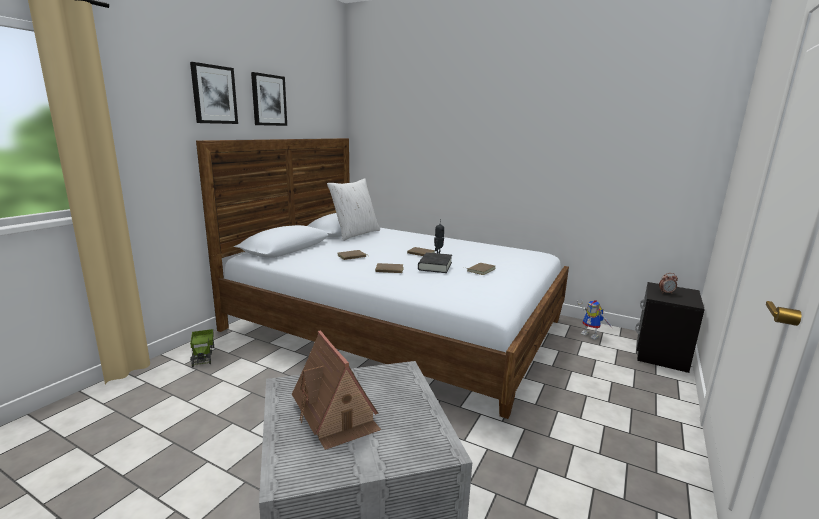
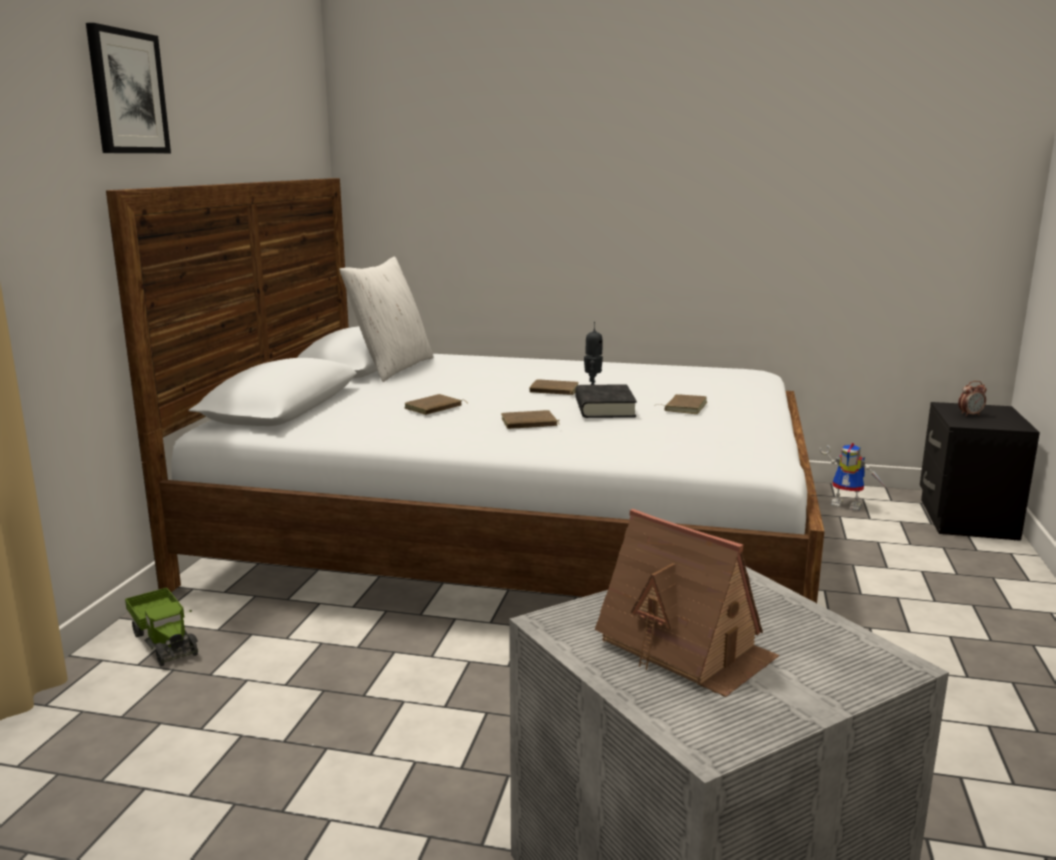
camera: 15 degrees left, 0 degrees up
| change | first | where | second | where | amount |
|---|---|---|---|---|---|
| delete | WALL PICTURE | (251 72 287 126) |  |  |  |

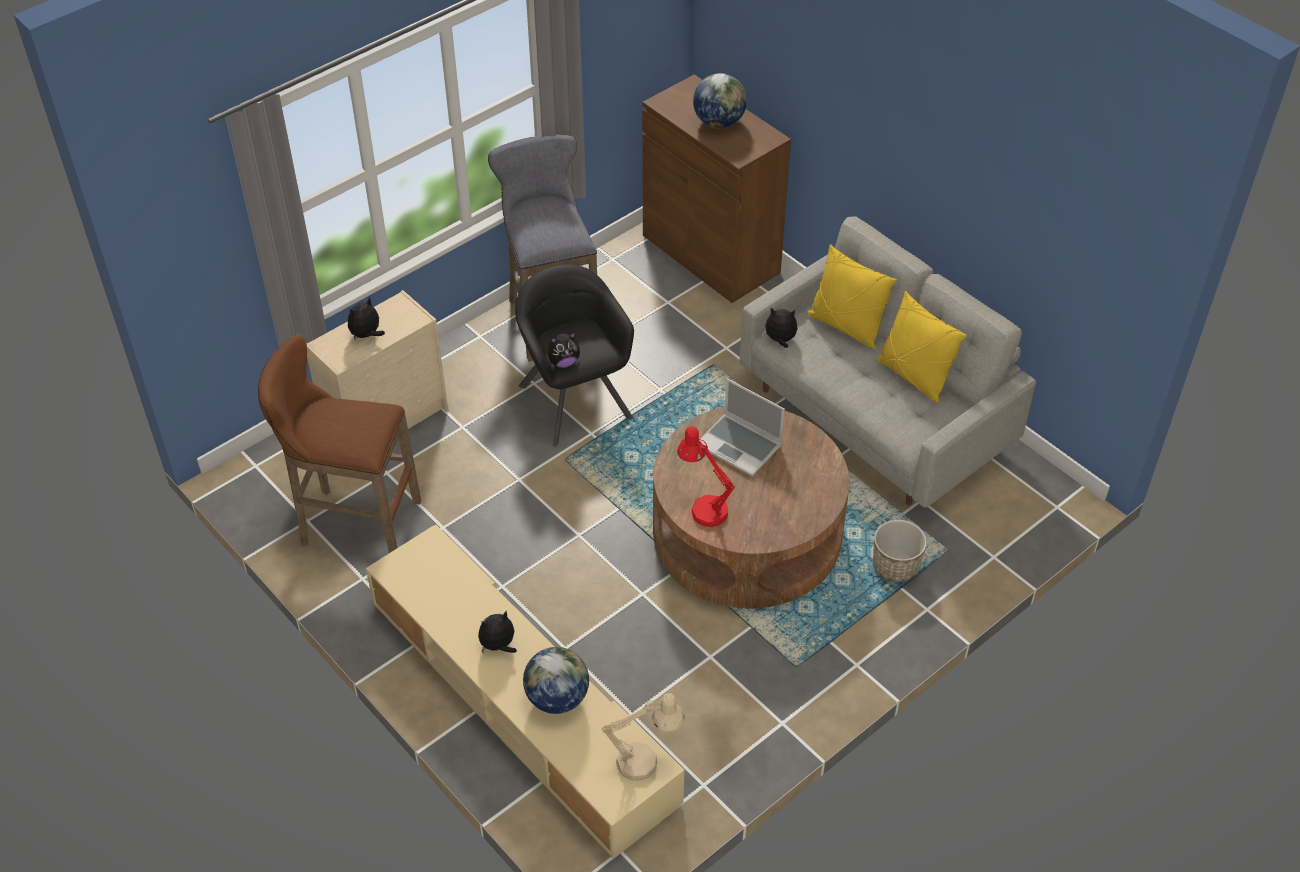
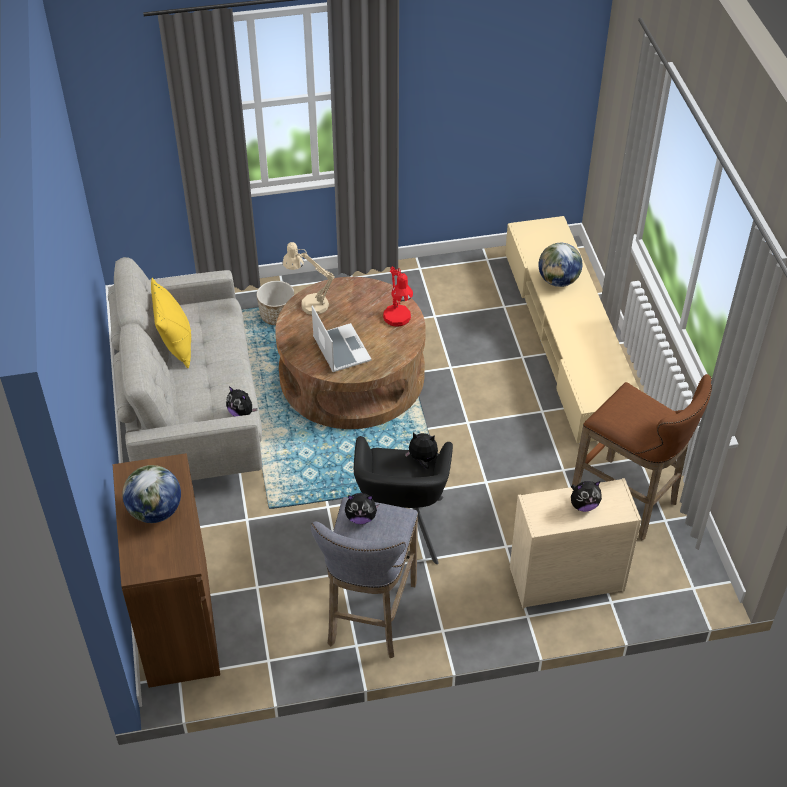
camera: 150 degrees left, 0 degrees up
| change | first | where | second | where | amount |
|---|---|---|---|---|---|
| delete | YELLOWISH PILLOW | (807 245 897 349) |  |  |  |
| move | PLUSH TOY | (478 610 517 653) |  | (345 493 380 524) |  |
| move | SAND-COLOURED TABLE LAMP | (602 693 684 781) |  | (282 242 335 315) |  |

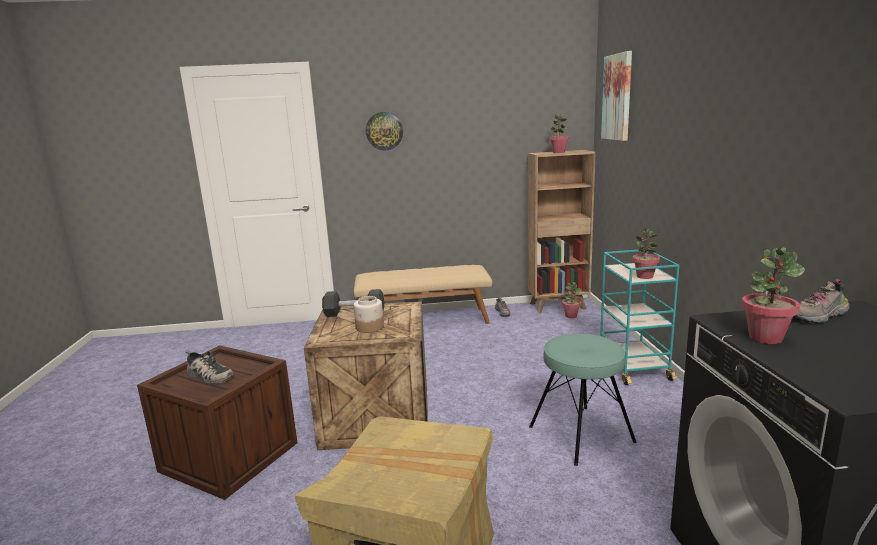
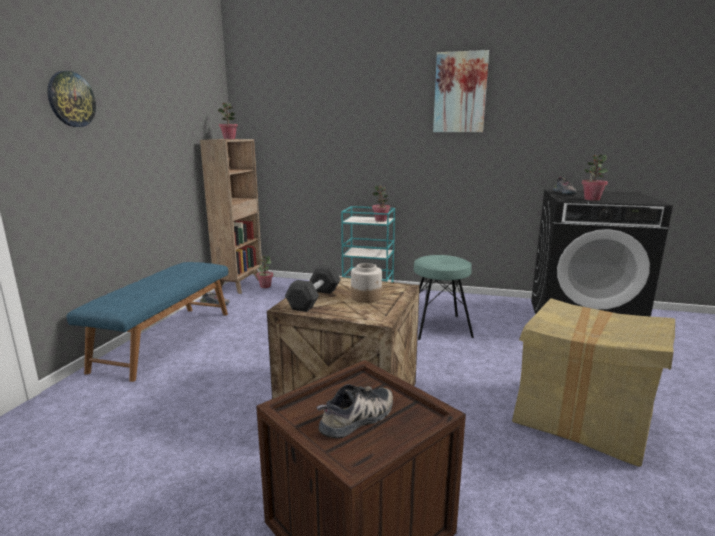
camera: 70 degrees left, 0 degrees up
| change | first | where | second | where | amount |
|---|---|---|---|---|---|
| move | WALL PICTURE | (601 51 632 141) |  | (433 50 489 132) |  |
| recolor | SAND-COLOURED INDOOR BENCH | (354 265 492 324) | BLUE INDOOR BENCH | (66 262 228 382) |  |

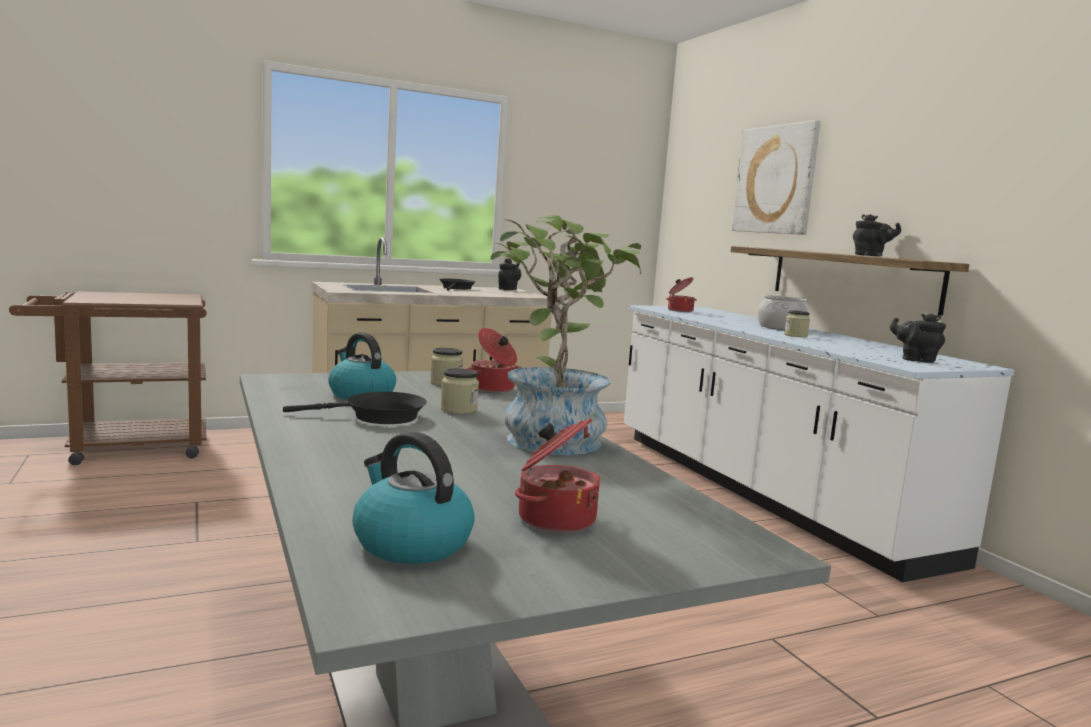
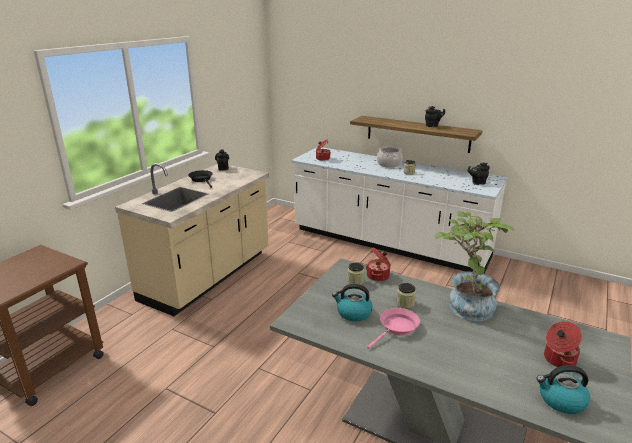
camera: 35 degrees left, 15 degrees up
| change | first | where | second | where | amount |
|---|---|---|---|---|---|
| delete | WALL PICTURE | (732 120 821 235) |  |  |  |
| recolor | BLACK PAN | (283 392 427 424) | PINKISH PAN | (367 308 420 349) |  |

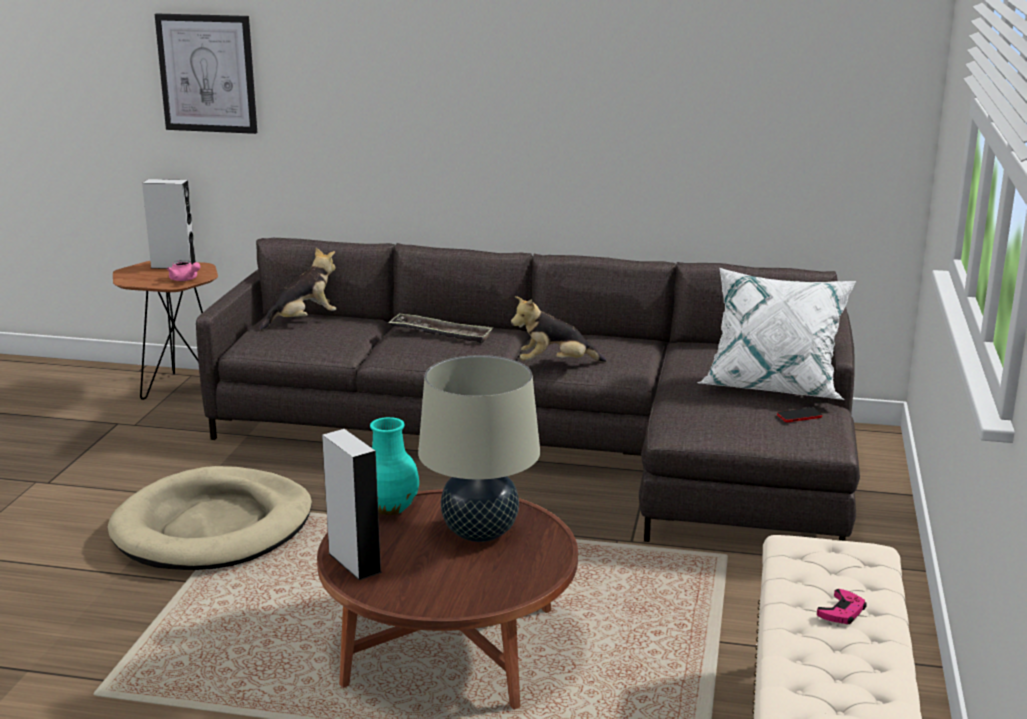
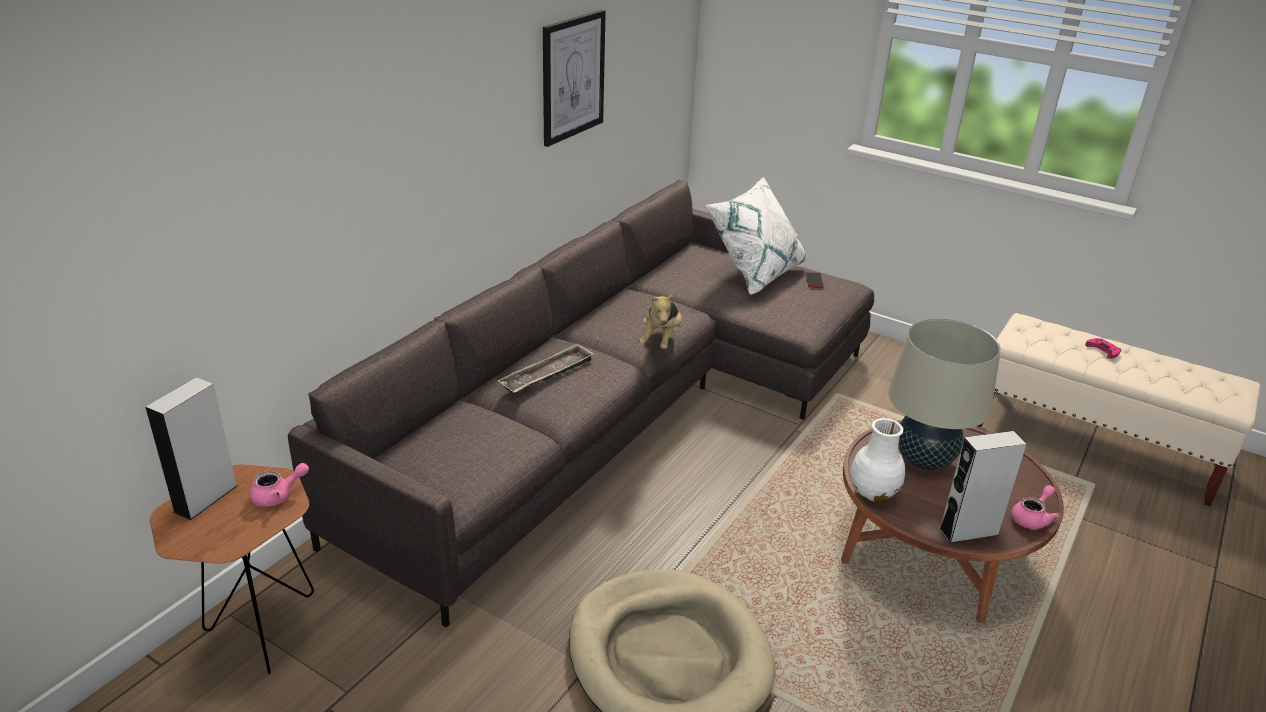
camera: 70 degrees left, 10 degrees up
| change | first | where | second | where | amount |
|---|---|---|---|---|---|
| move | WALL PICTURE | (155 14 257 134) |  | (543 10 606 147) |  |
| delete | PLUSH TOY | (260 248 337 331) |  |  |  |
| recolor | TURQUOISE DECORATIVE VASE | (370 417 419 515) | WHITE DECORATIVE VASE | (851 418 905 502) |  |
| insert |  |  | PINKISH TEA POT | (1011 485 1060 529) |  |

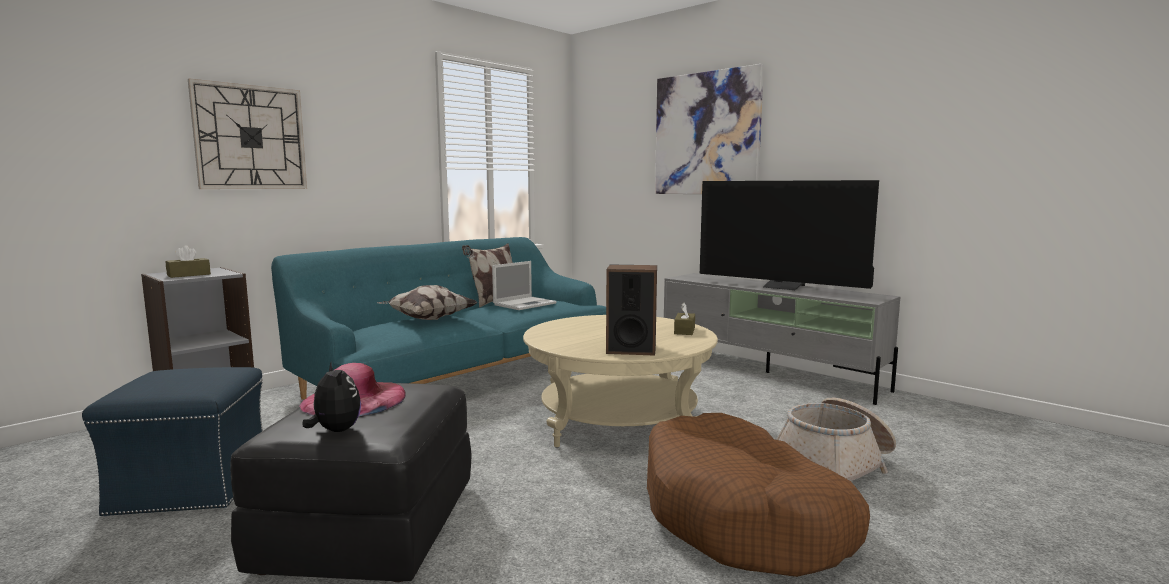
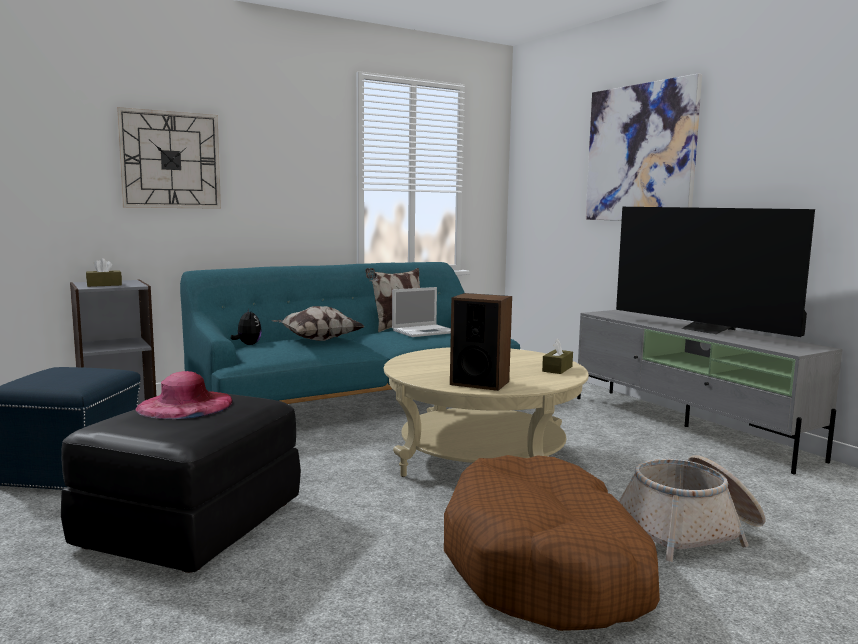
camera: 15 degrees right, 0 degrees up
| change | first | where | second | where | amount |
|---|---|---|---|---|---|
| move | PLUSH TOY | (302 363 361 432) |  | (231 308 262 345) |  |

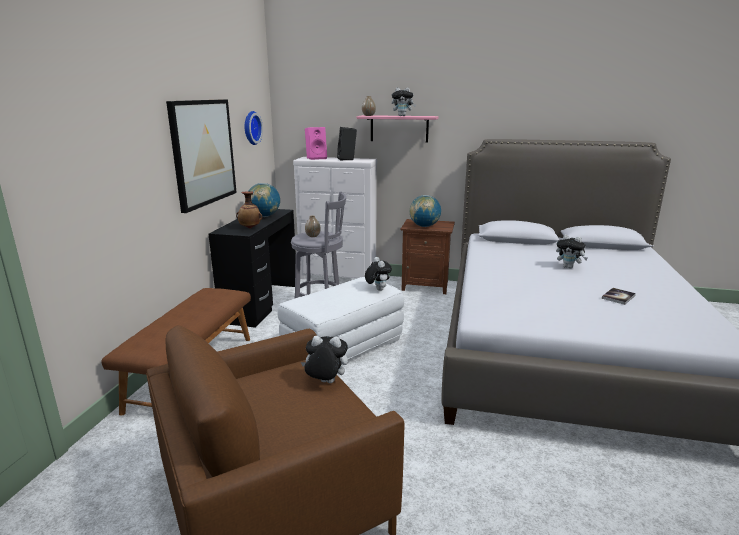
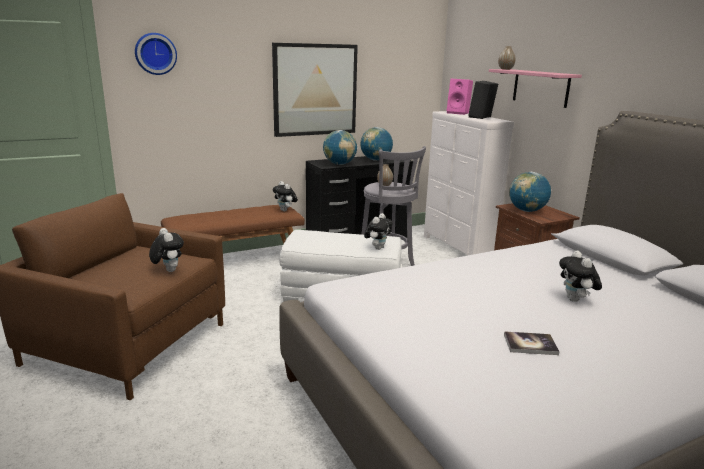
camera: 50 degrees right, 0 degrees up
| change | first | where | second | where | amount |
|---|---|---|---|---|---|
| move | PLUSH TOY | (391 87 416 116) |  | (273 181 298 212) |  |
| move | WALL CLOCK | (245 111 263 145) |  | (135 33 177 75) |  |
| replace | DECORATIVE VASE | (236 191 262 229) | WORLD GLOBE | (323 130 357 165) |  |

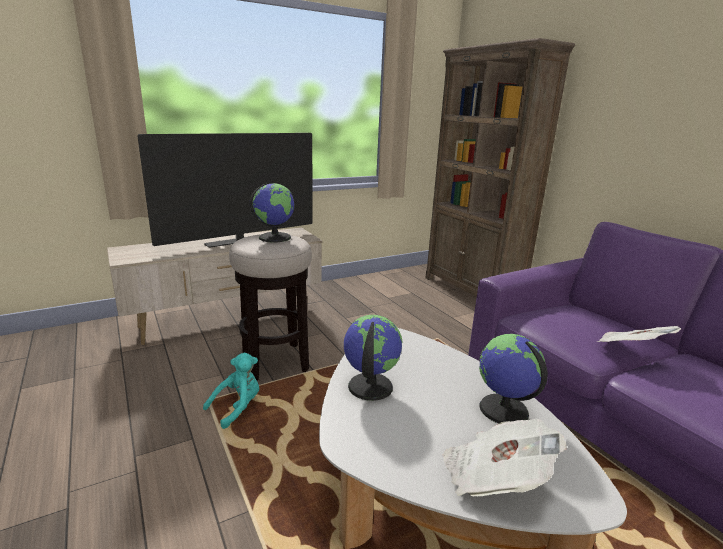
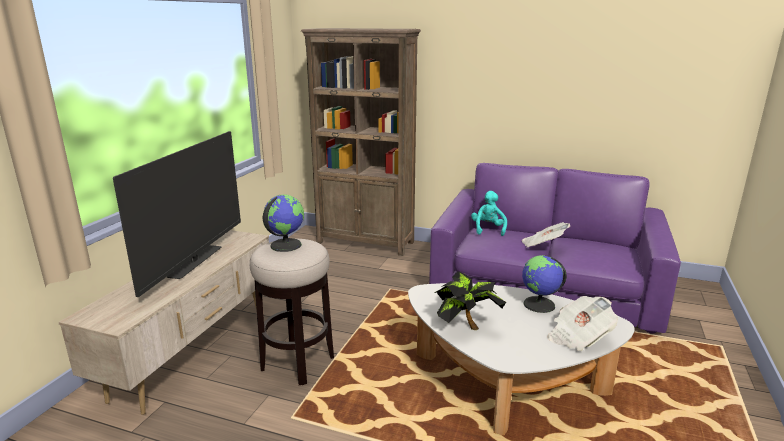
camera: 40 degrees left, 0 degrees up
| change | first | where | second | where | amount |
|---|---|---|---|---|---|
| replace | WORLD GLOBE | (344 315 403 401) | HOUSEPLANT | (434 271 506 330) |  |
| move | TURQUOISE PLUSH TOY | (203 353 259 429) |  | (471 191 507 236) |  |

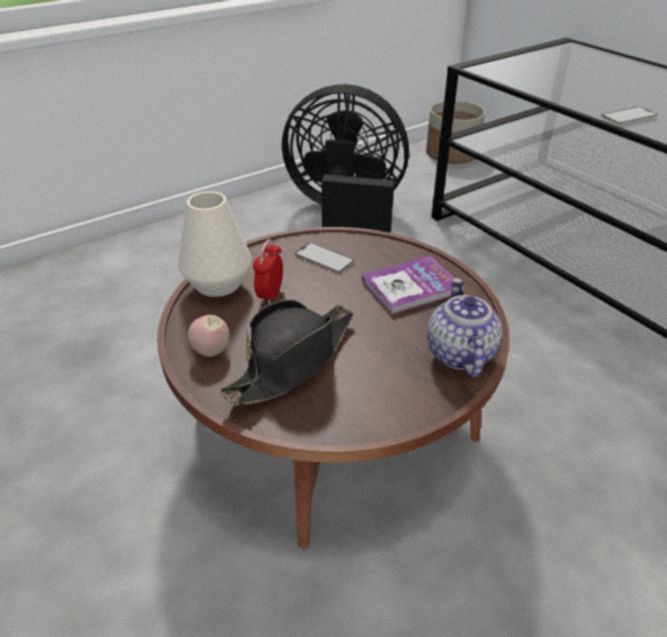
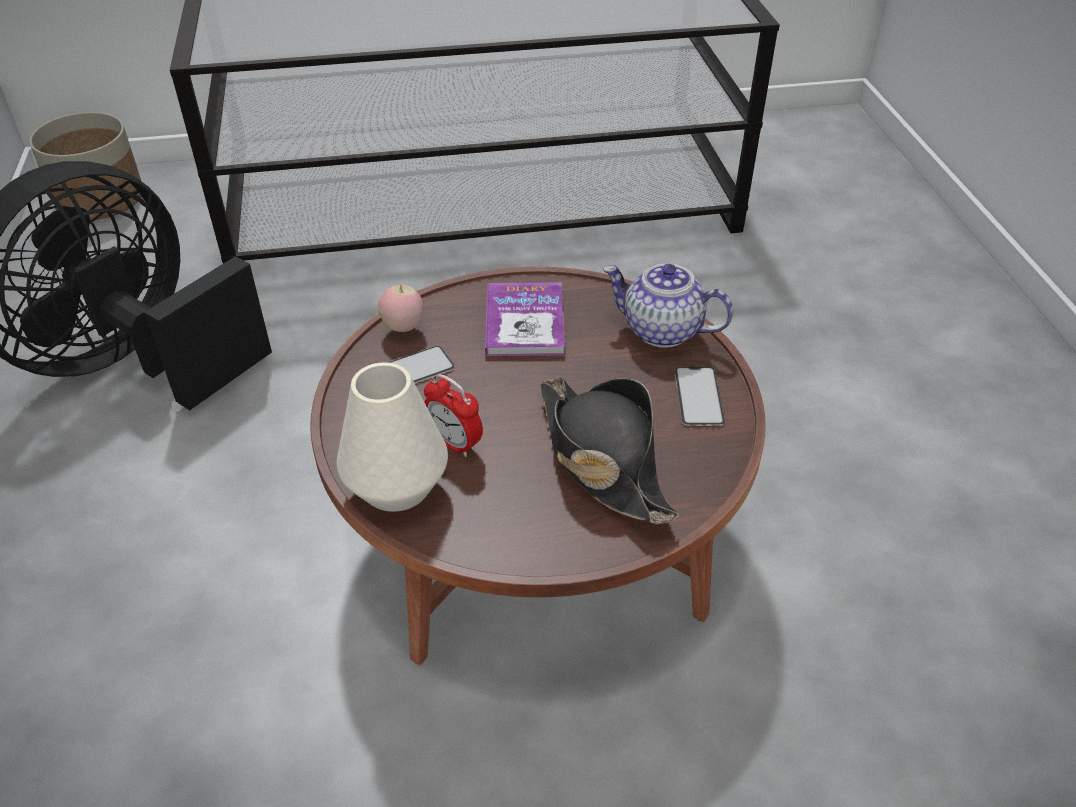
camera: 65 degrees left, 5 degrees up
| change | first | where | second | where | amount |
|---|---|---|---|---|---|
| move | PHONE | (601 107 658 124) |  | (675 367 725 426) |  |
| move | WHOLE APPLE | (188 315 229 357) |  | (378 284 423 332) |  |

